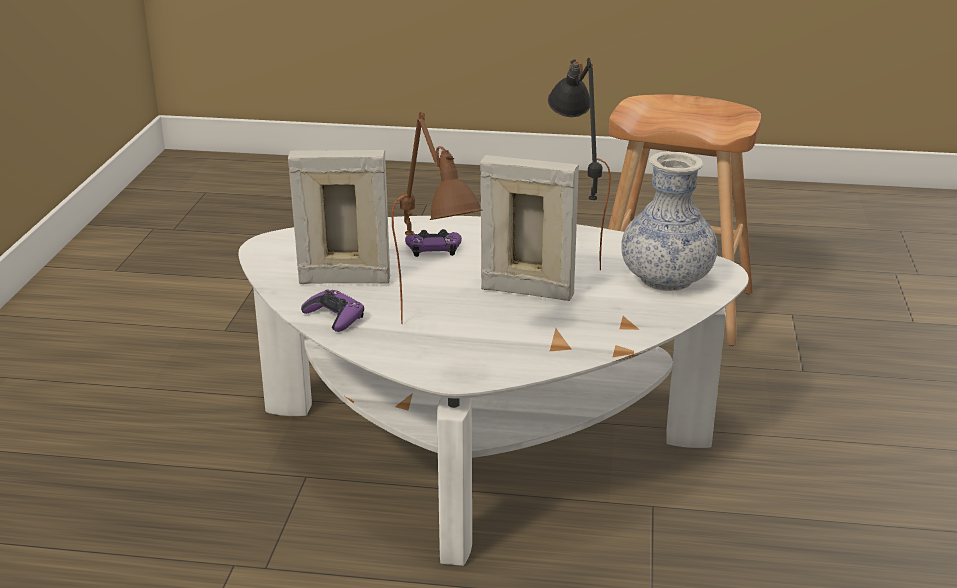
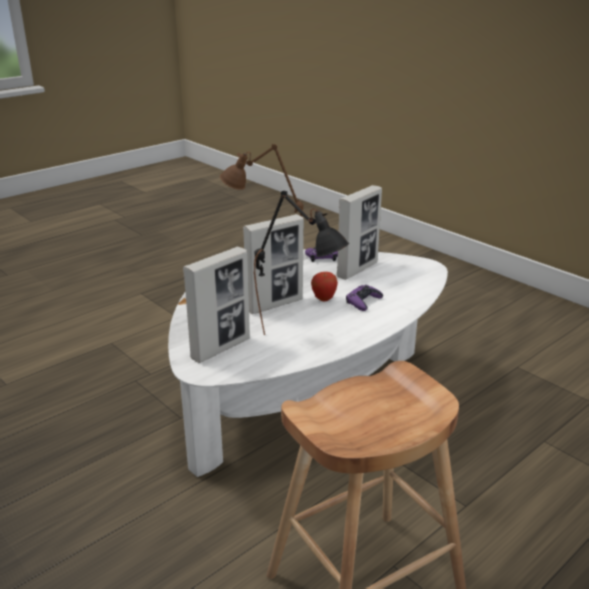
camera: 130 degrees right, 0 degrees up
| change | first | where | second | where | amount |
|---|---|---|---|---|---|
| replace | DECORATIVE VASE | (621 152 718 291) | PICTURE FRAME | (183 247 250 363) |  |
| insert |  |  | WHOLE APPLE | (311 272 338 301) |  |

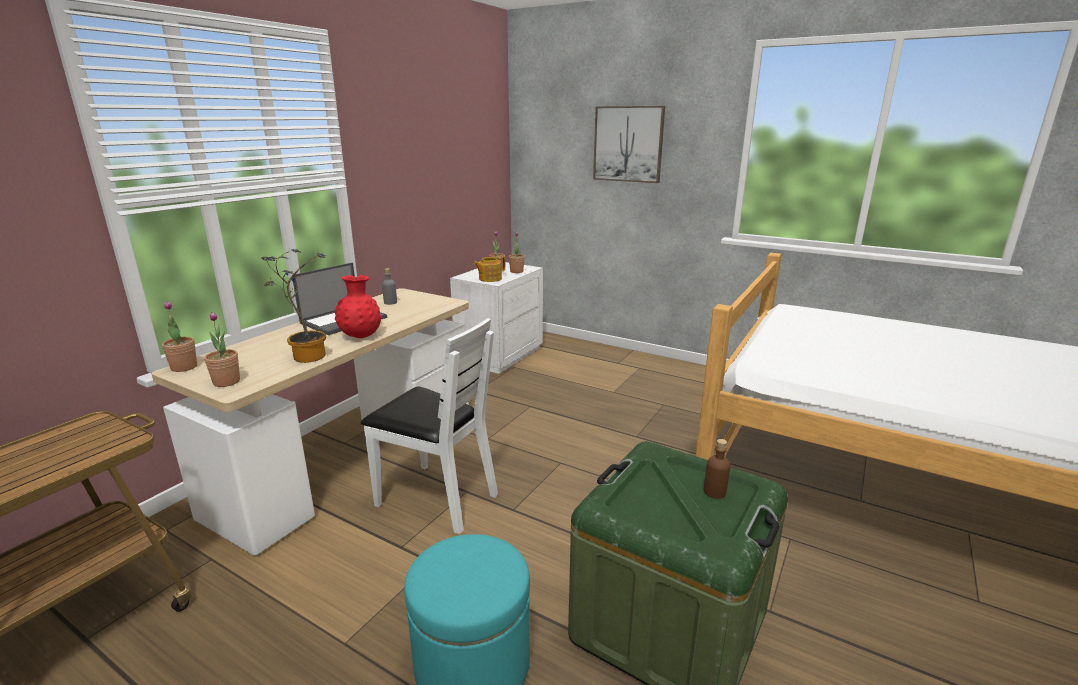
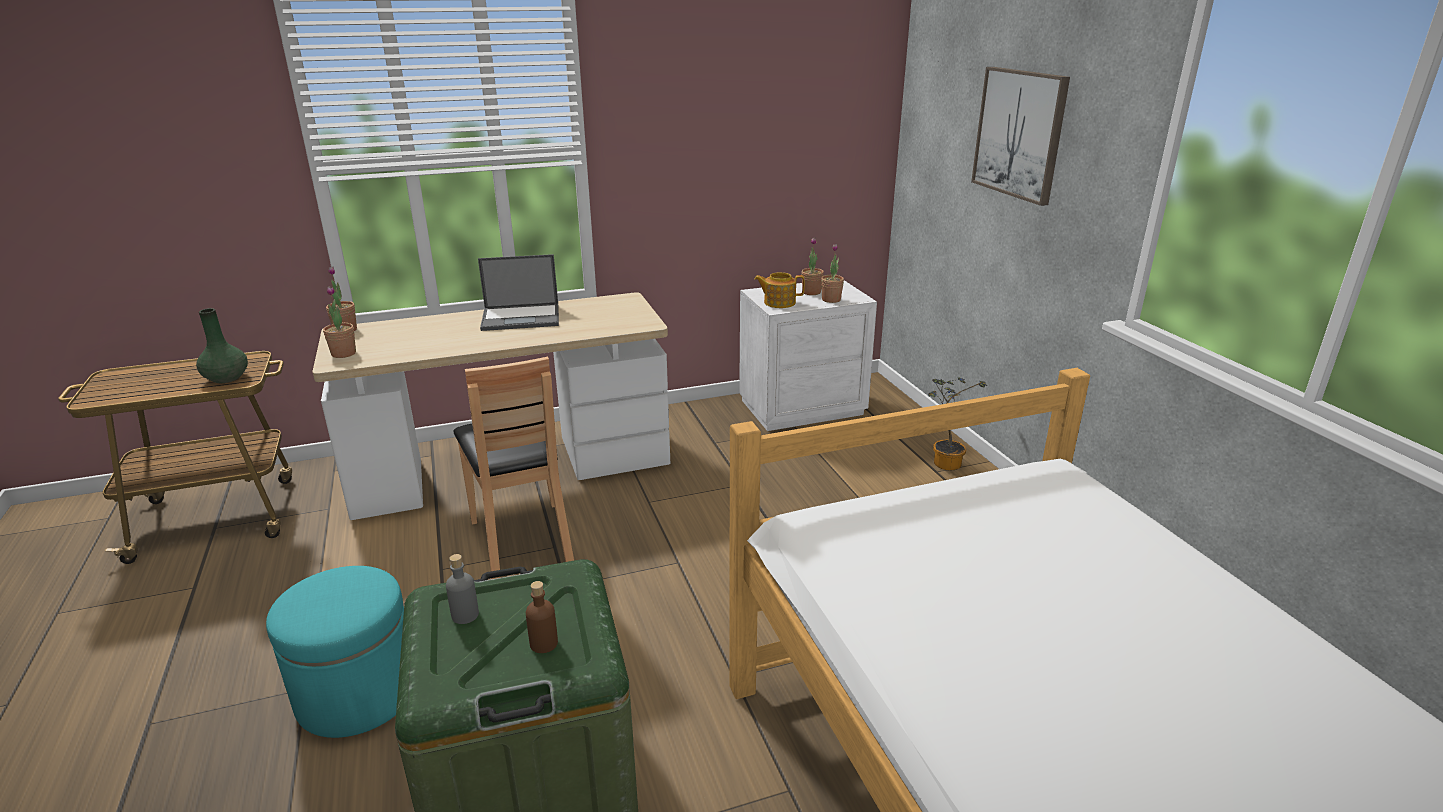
camera: 40 degrees right, 5 degrees up
| change | first | where | second | where | amount |
|---|---|---|---|---|---|
| move | HOUSEPLANT | (261 249 326 363) |  | (928 377 987 471) |  |
| move | GRAY BEVERAGE BOTTLE | (382 268 397 305) |  | (446 554 479 624) |  |
| delete | RED-COLOURED DECORATIVE VASE | (335 275 381 338) |  |  |  |
| recolor | WHITE CHAIR | (361 318 498 534) | BROWN CHAIR | (453 357 574 579) |  |
| insert |  |  | GREEN-COLOURED DECORATIVE VASE | (196 308 248 383) |  |

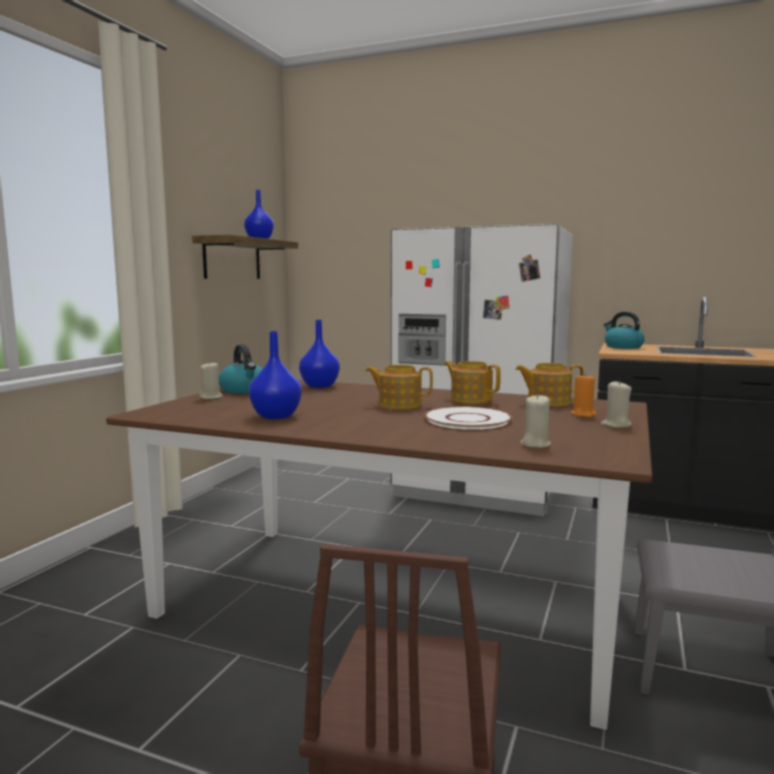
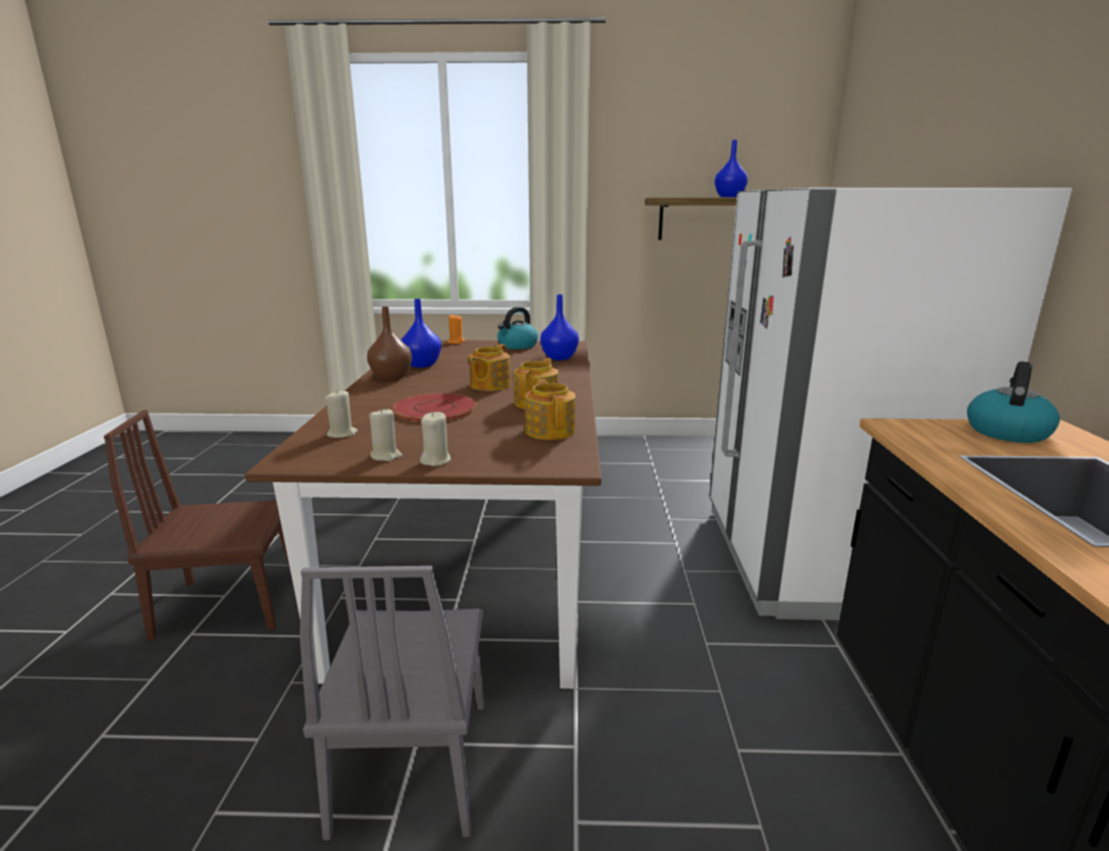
camera: 70 degrees right, 10 degrees up
| change | first | where | second | where | amount |
|---|---|---|---|---|---|
| move | SAND-COLOURED CANDLE | (199 361 223 399) |  | (369 408 402 461) |  |
| rotate | TEA POT | (366 365 433 409) |  | (469 344 511 391) | 150 degrees counterclockwise |
| move | ORANGE CANDLE | (571 373 596 417) |  | (447 315 465 344) |  |
| recolor | WHITE FLAT DISH | (424 407 513 429) | RED-COLOURED FLAT DISH | (392 393 477 422) |  |
| insert |  |  | BROWN DECORATIVE VASE | (367 306 412 380) |  |

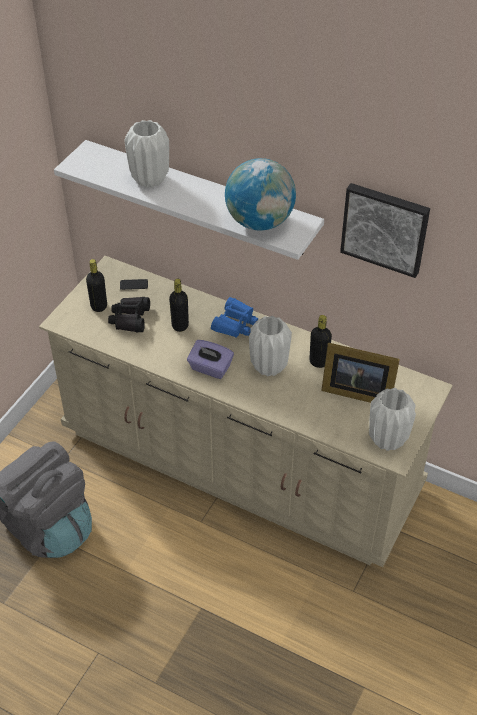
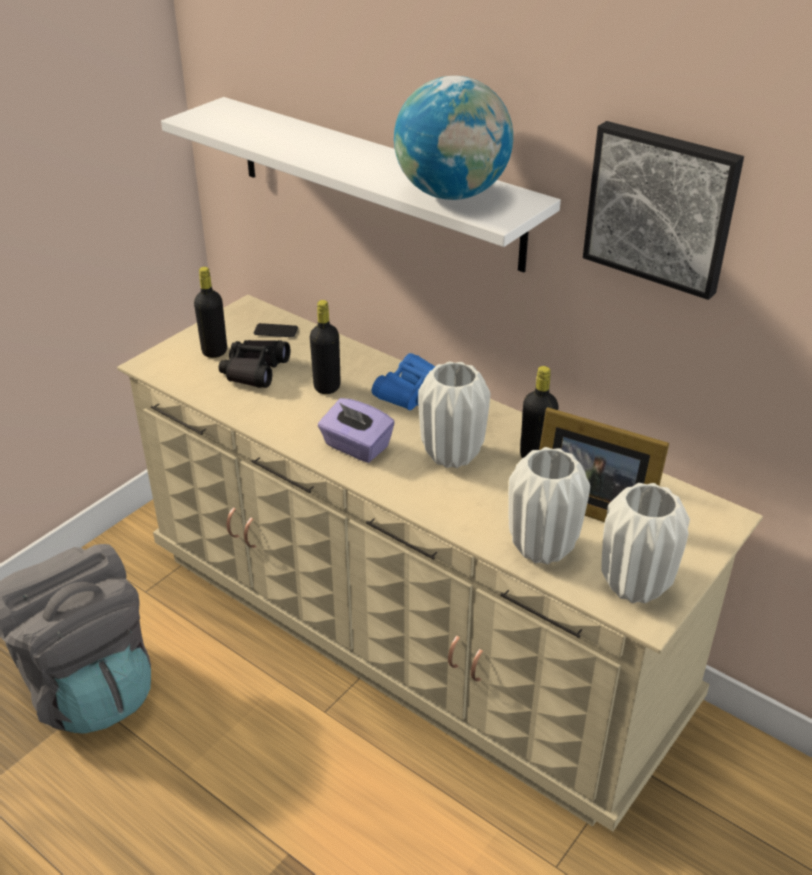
camera: 10 degrees right, 10 degrees down
| change | first | where | second | where | amount |
|---|---|---|---|---|---|
| move | WHITE DECORATIVE VASE | (124 120 169 188) |  | (508 447 590 564) |  |

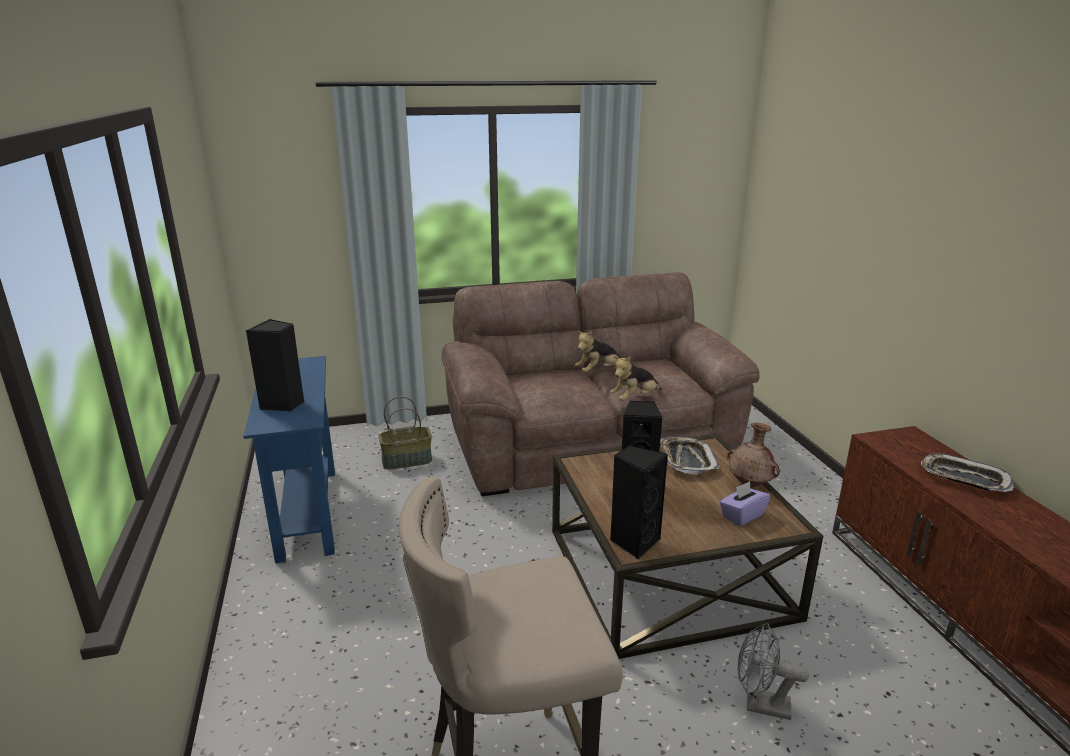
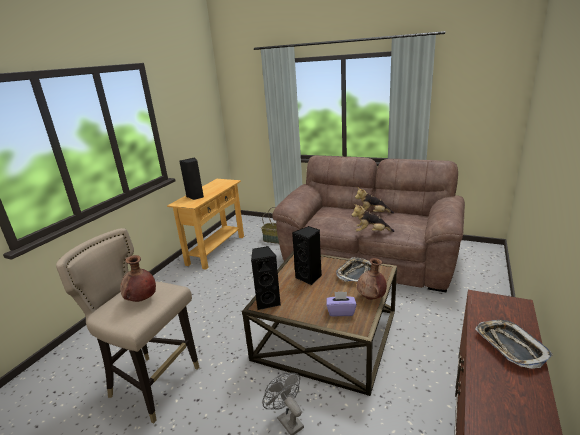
camera: 40 degrees right, 0 degrees up
| change | first | where | second | where | amount |
|---|---|---|---|---|---|
| recolor | BLUE NARROW TABLE | (243 356 335 563) | SAND-COLOURED NARROW TABLE | (167 179 244 270) |  |
| insert |  |  | BROWN DECORATIVE VASE | (120 255 156 302) |  |

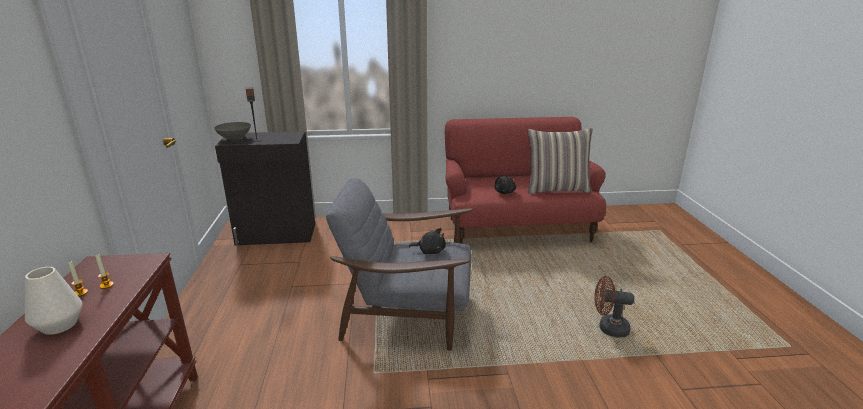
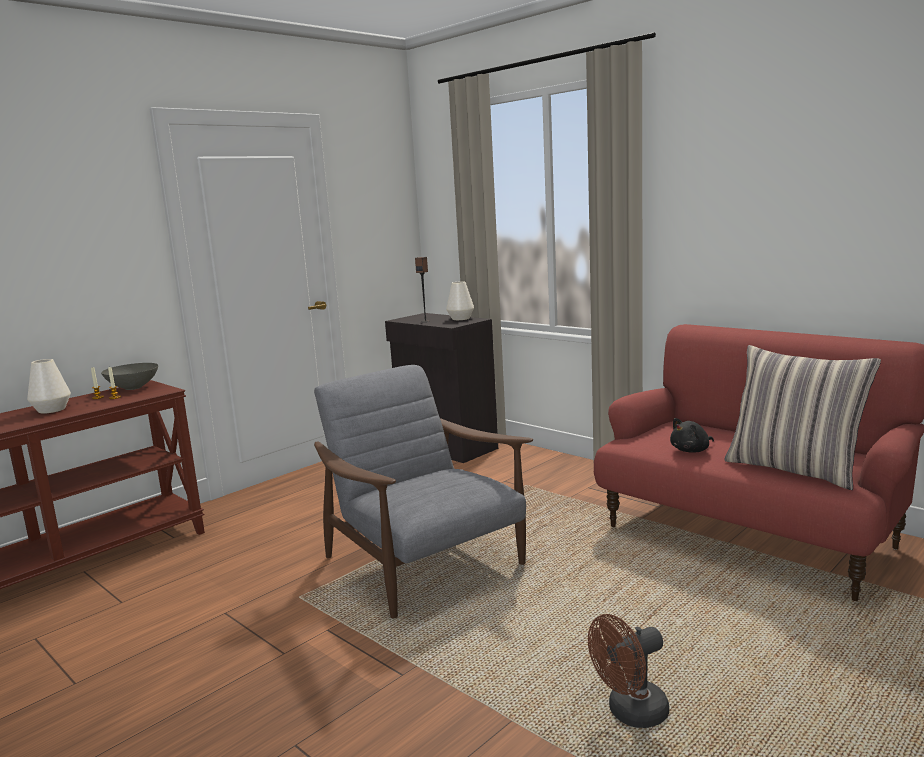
camera: 50 degrees right, 10 degrees down
| change | first | where | second | where | amount |
|---|---|---|---|---|---|
| move | GRAY SERVING BOWL | (214 122 251 140) |  | (101 363 158 390) |  |
| delete | BLACK PLUSH TOY | (409 228 446 254) |  |  |  |
| rotate | BROWN ELECTRIC FAN | (594 276 634 338) |  | (588 614 669 728) | 90 degrees counterclockwise |
| insert |  |  | WHITE DECORATIVE VASE | (446 281 474 320) |  |

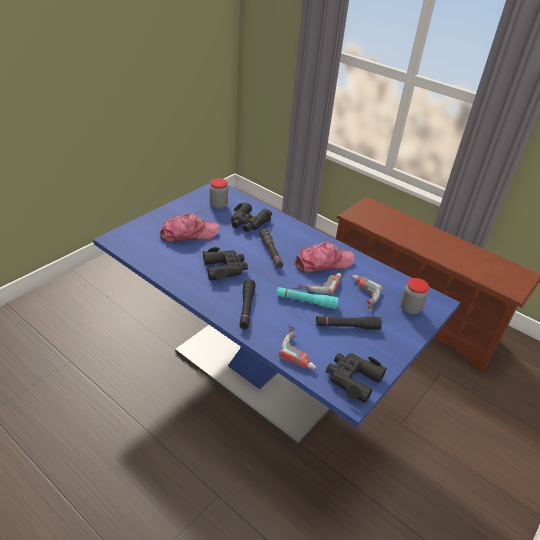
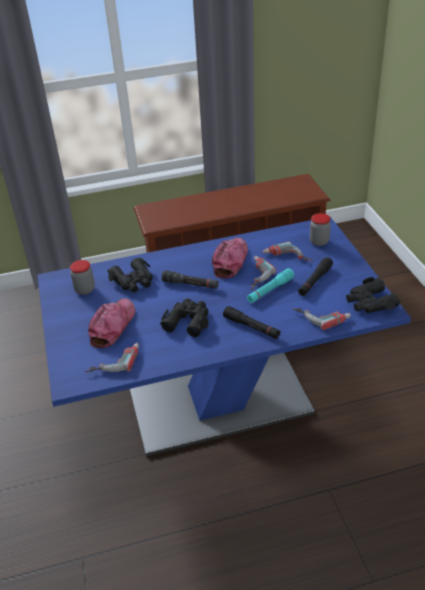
camera: 50 degrees left, 0 degrees up
| change | first | where | second | where | amount |
|---|---|---|---|---|---|
| insert |  |  | ELECTRIC DRILL | (84 343 139 372) |  |

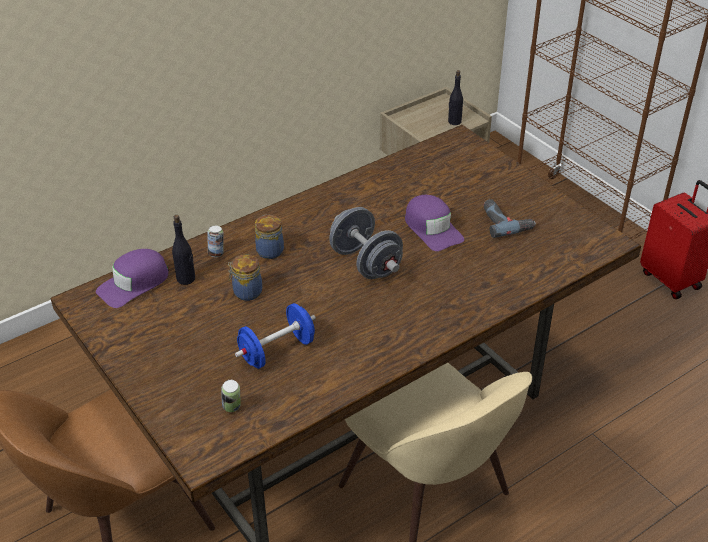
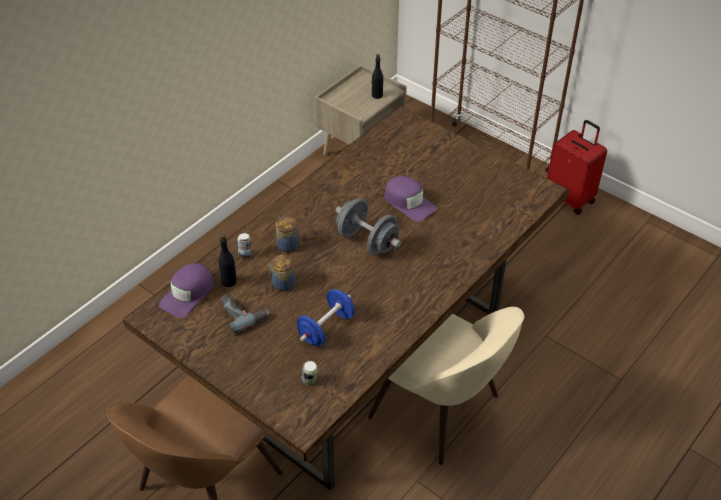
camera: 15 degrees left, 5 degrees up
| change | first | where | second | where | amount |
|---|---|---|---|---|---|
| move | ELECTRIC DRILL | (483 199 536 238) |  | (221 294 269 334) |  |

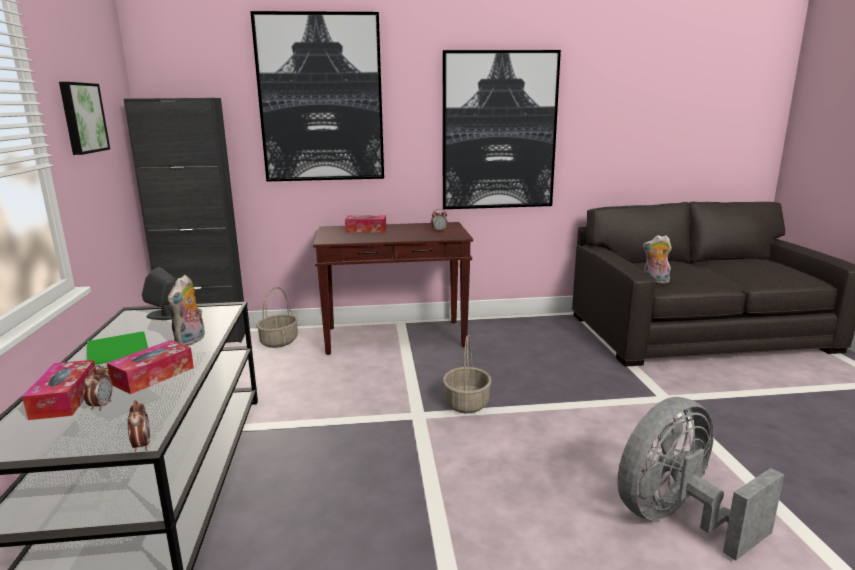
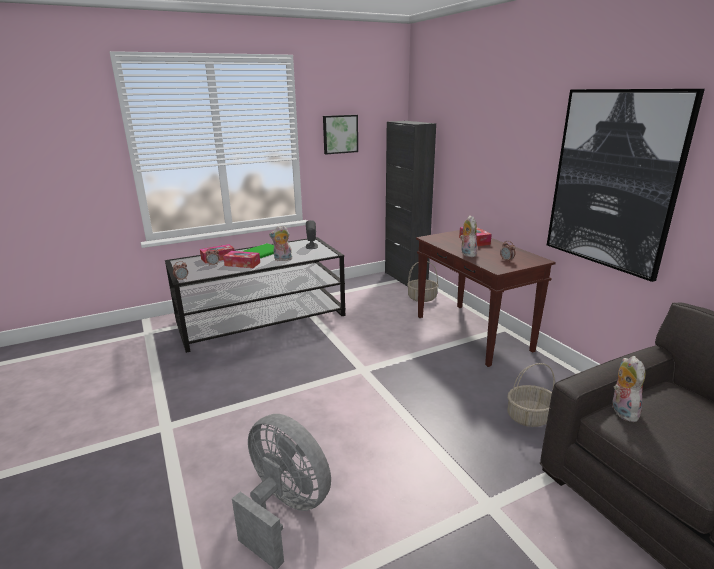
camera: 70 degrees right, 5 degrees up
| change | first | where | second | where | amount |
|---|---|---|---|---|---|
| delete | WALL PICTURE | (250 11 384 181) |  |  |  |
| move | STORAGE BASKET | (443 335 492 414) |  | (508 363 555 427) |  |
| insert |  |  | PLUSH TOY | (460 215 477 257) |  |

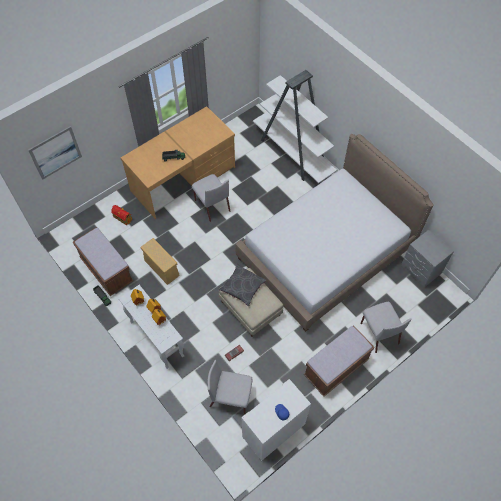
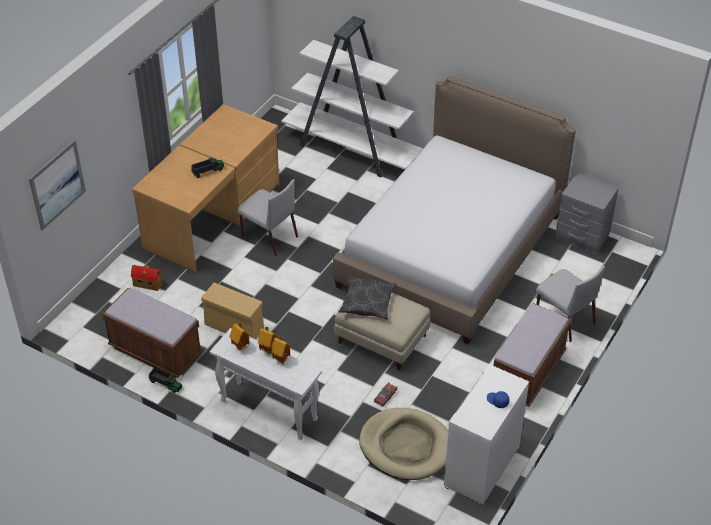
camera: 20 degrees left, 15 degrees down
| change | first | where | second | where | amount |
|---|---|---|---|---|---|
| replace | GRAY CHAIR | (208 360 253 414) | SAND-COLOURED DOG BED | (359 408 448 480) |  |

